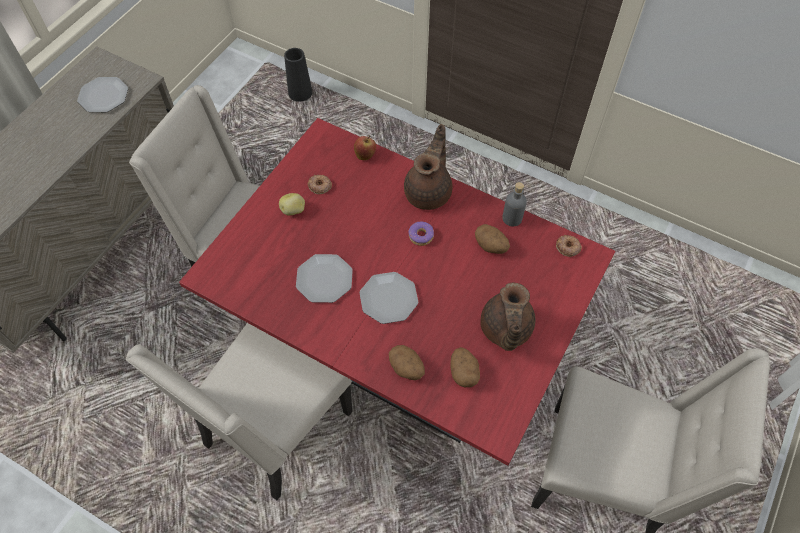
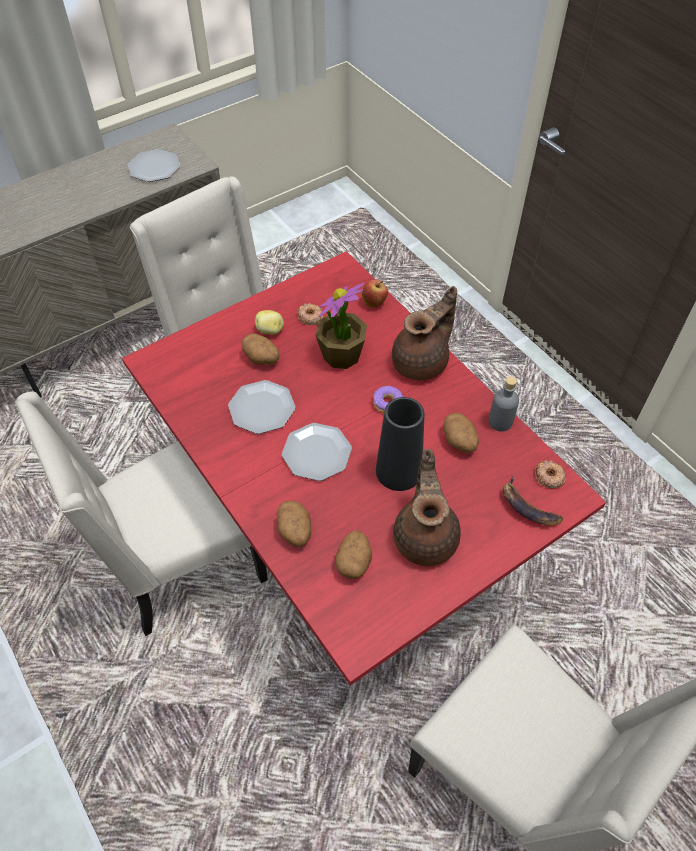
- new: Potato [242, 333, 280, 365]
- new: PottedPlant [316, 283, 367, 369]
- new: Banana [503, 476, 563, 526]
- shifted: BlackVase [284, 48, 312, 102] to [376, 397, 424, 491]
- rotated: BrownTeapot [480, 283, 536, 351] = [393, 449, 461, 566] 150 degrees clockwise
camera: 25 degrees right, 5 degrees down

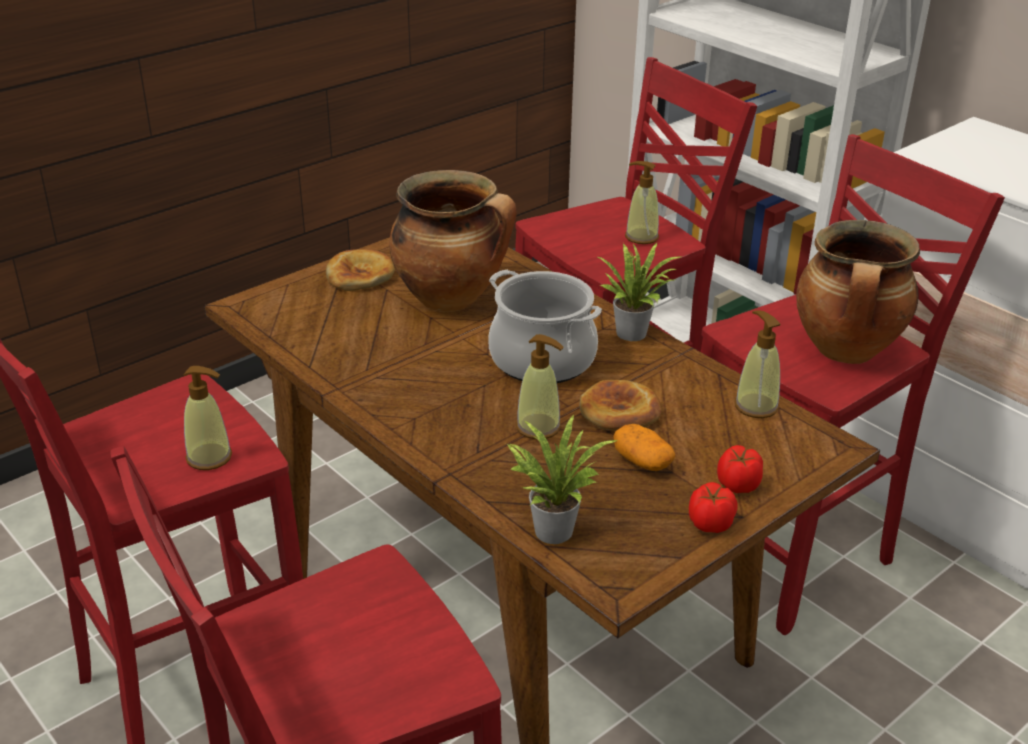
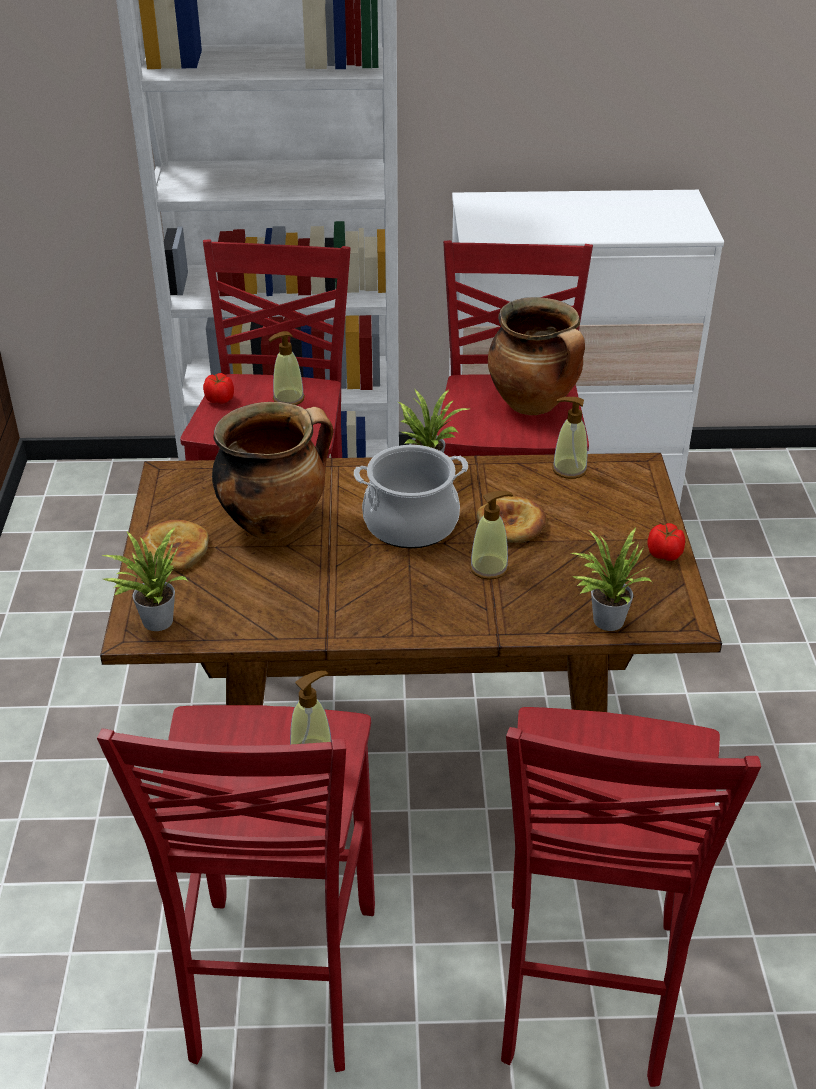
- gone: Potato [613, 424, 675, 471]
- new: PottedPlant [101, 527, 188, 631]
- shifted: Tomato [717, 445, 763, 493] to [203, 373, 234, 403]
camera: 50 degrees left, 5 degrees up

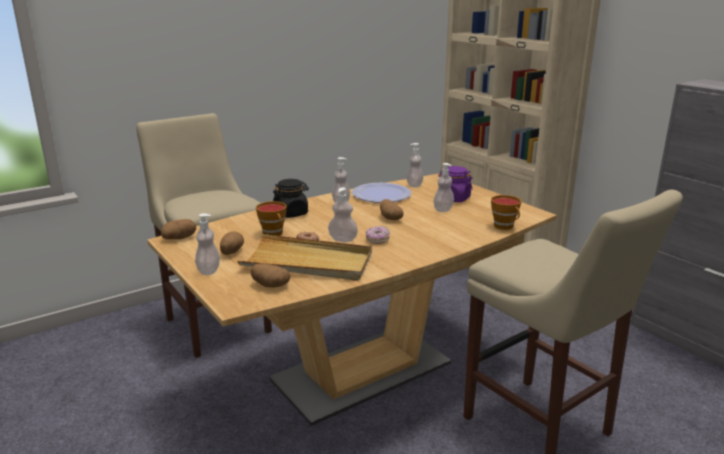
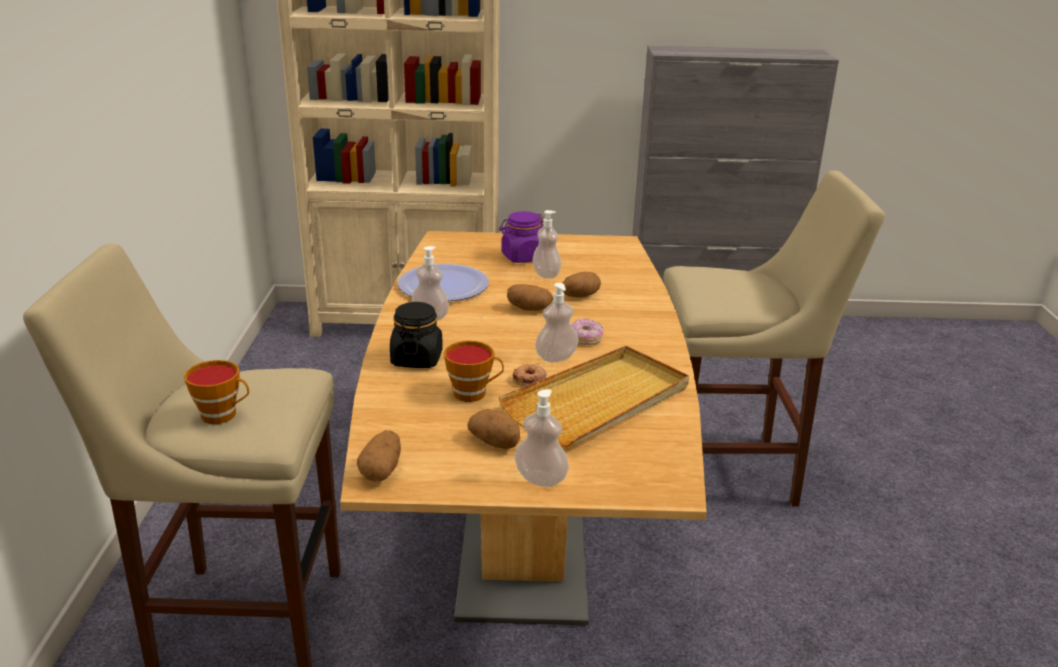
- gone: SoapDispenser [406, 143, 423, 187]
- shifted: Potato [251, 263, 290, 288] to [563, 272, 601, 298]
- shifted: Cup [491, 195, 521, 230] to [184, 360, 249, 424]
camera: 55 degrees left, 5 degrees up

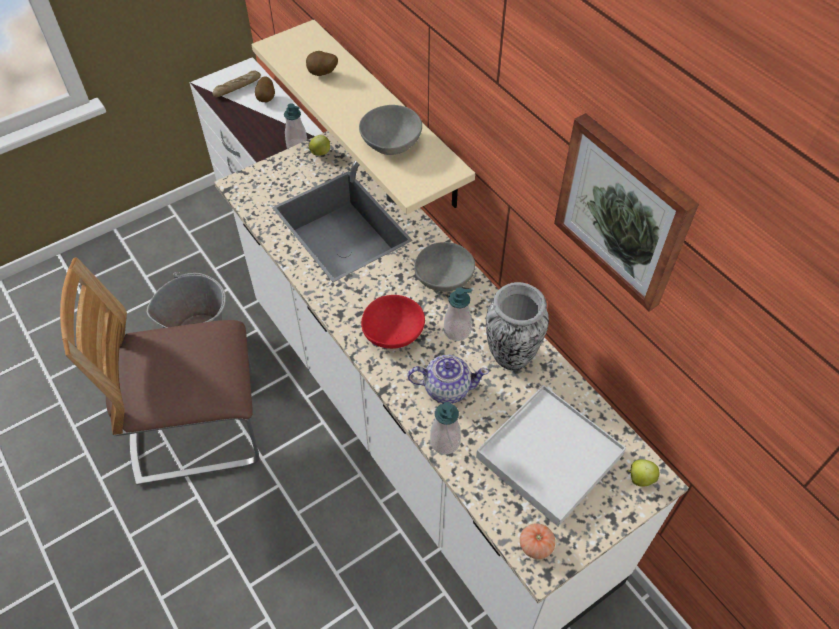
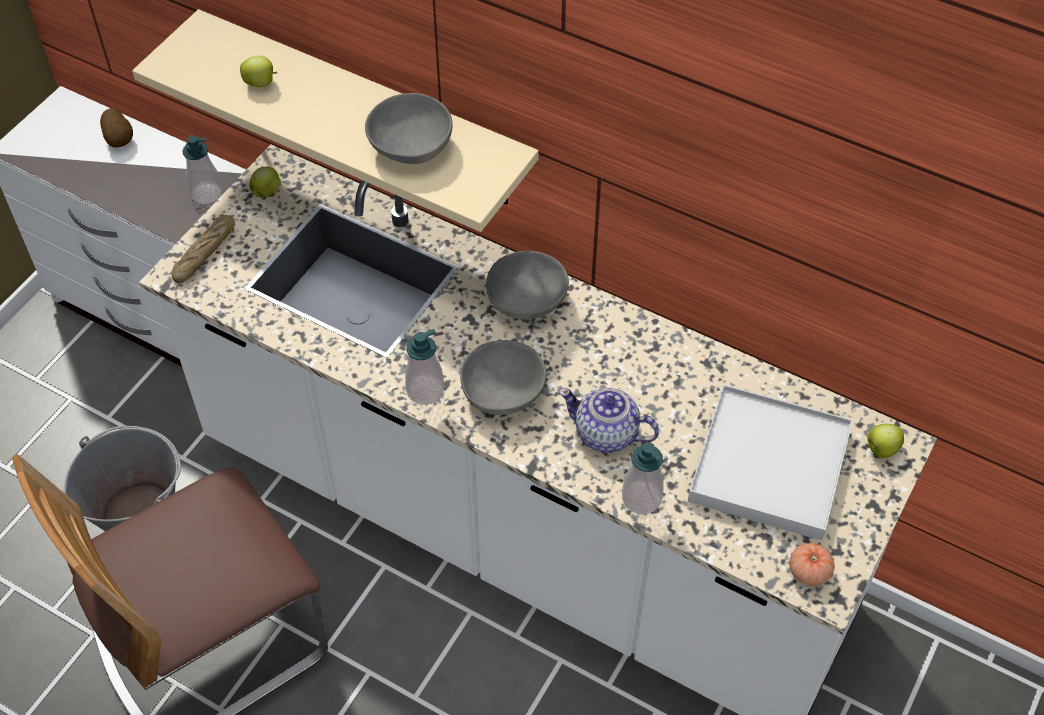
- gone: Vase [486, 282, 549, 371]
- gone: Picture [554, 113, 699, 311]
- shifted: Bread [212, 71, 261, 97] to [172, 215, 235, 283]
- shifted: SoapDispenser [444, 287, 472, 341] to [405, 329, 444, 405]
- swapped: Potato [306, 51, 338, 76] to Apple [240, 56, 277, 87]
- repainted: RedBowl [361, 295, 425, 349] to GreyBowl [460, 340, 546, 415]
- rotated: Teapot [408, 355, 489, 404] = [558, 388, 659, 453] 135 degrees counterclockwise
camera: 25 degrees left, 0 degrees up

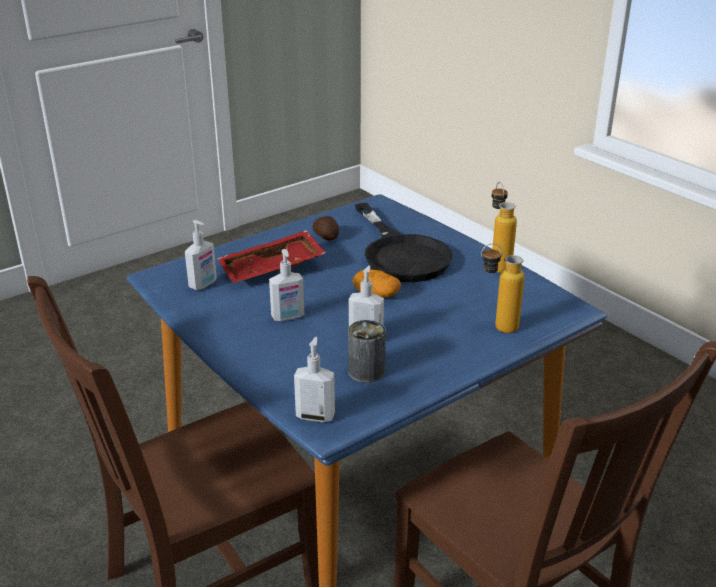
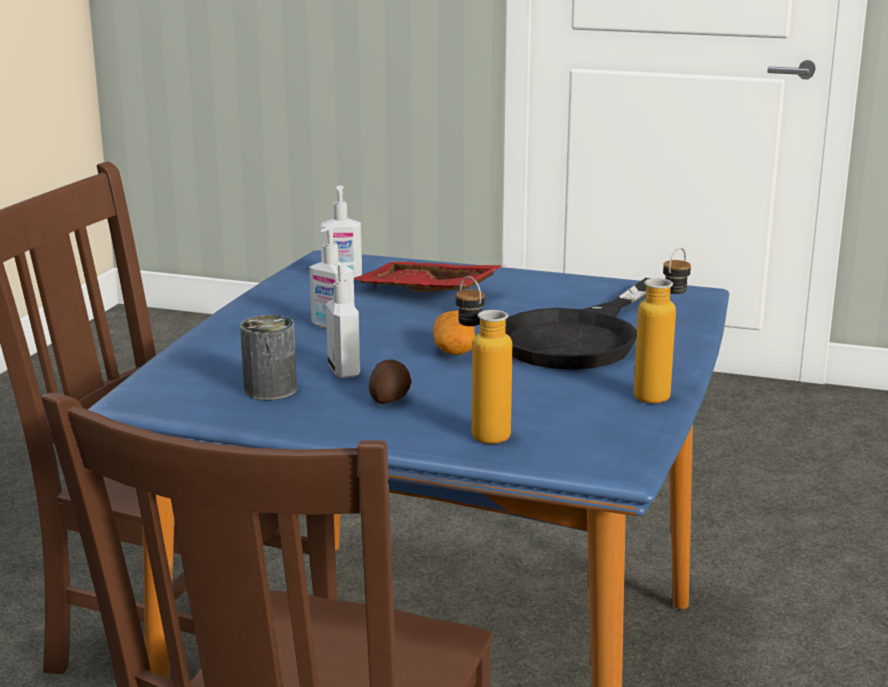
- gone: SoapDispenser [294, 337, 335, 422]
- shifted: Potato [312, 216, 339, 240] to [369, 359, 411, 404]
camera: 55 degrees right, 10 degrees down

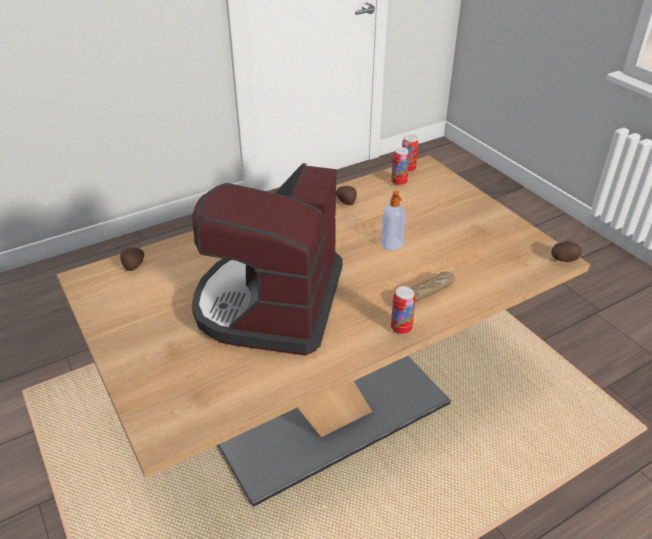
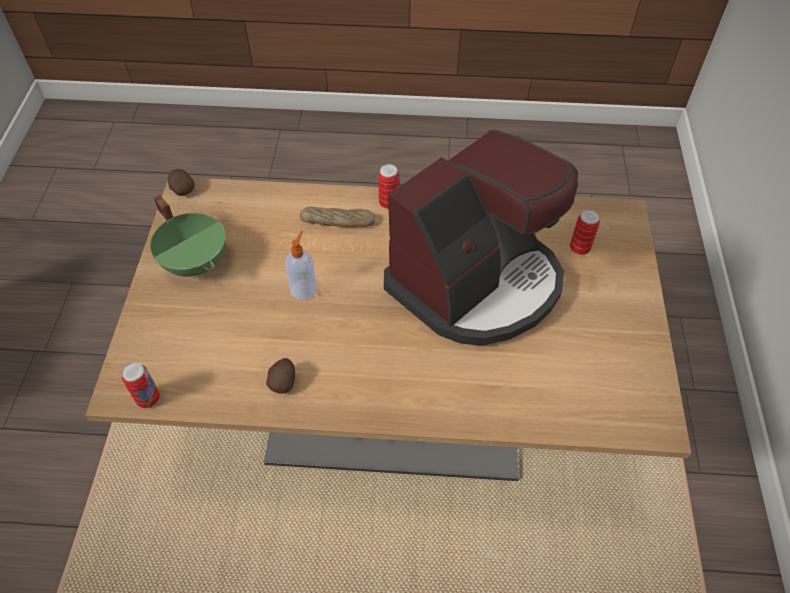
- gone: Potato [120, 247, 144, 271]
- new: GreenCookingPot [150, 195, 225, 277]
- shifted: Can [391, 147, 410, 186] to [570, 210, 600, 255]
camera: 145 degrees left, 15 degrees up

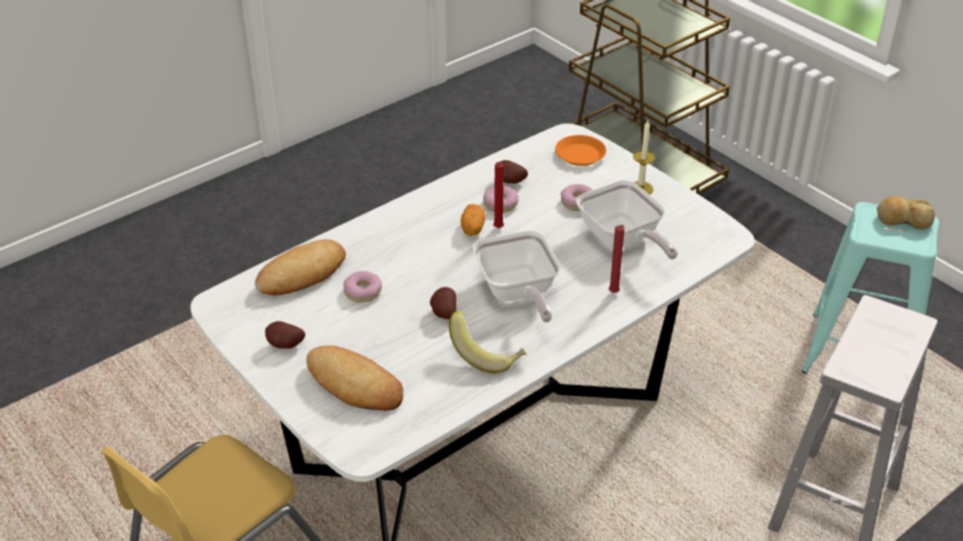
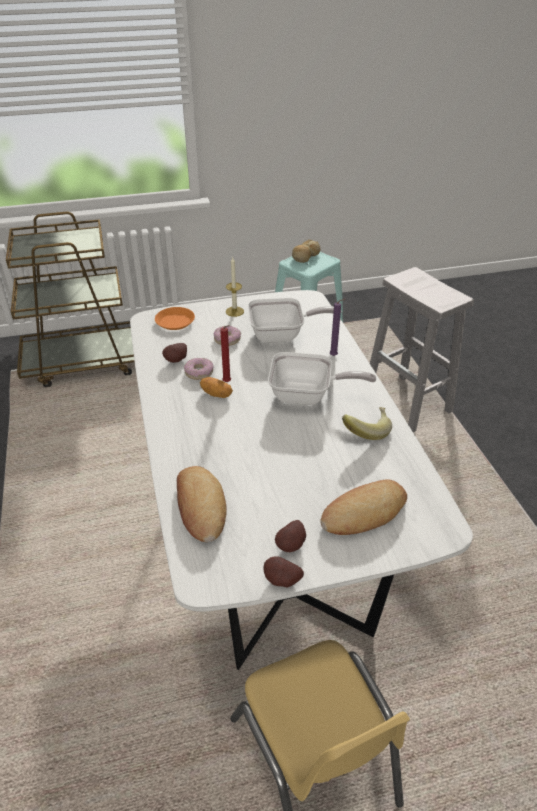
- gone: Donut [343, 271, 382, 302]
- shifted: Potato [430, 287, 456, 319] to [263, 556, 304, 587]
- repainted: RedCandle [609, 225, 625, 293] to PurpleCandle [330, 299, 345, 356]
camera: 65 degrees left, 0 degrees up

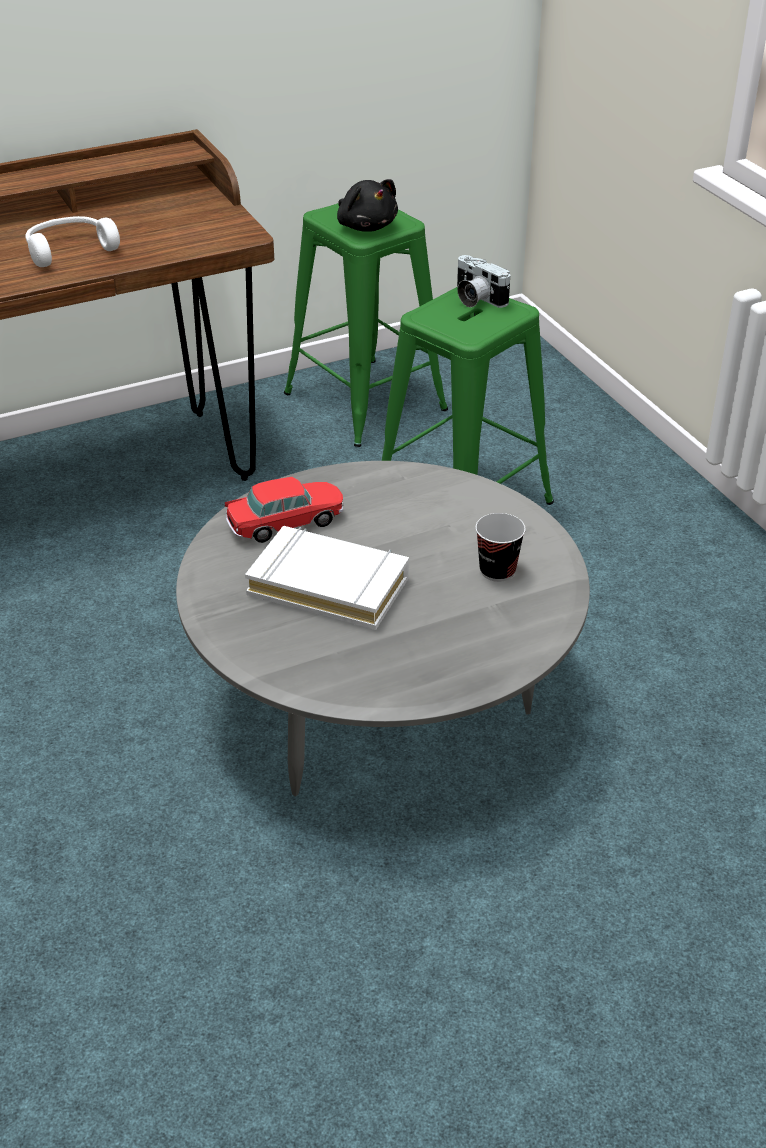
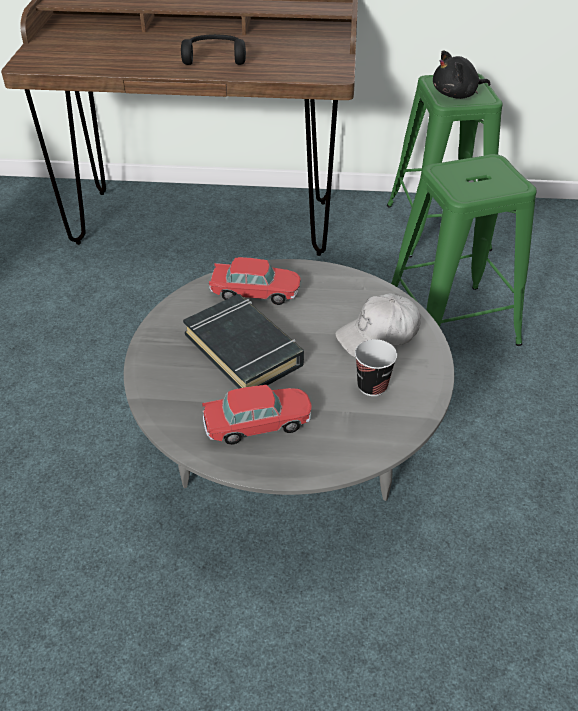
- gone: PhotoCamera [457, 255, 510, 308]
- new: ToyCar [202, 385, 312, 445]
- new: WhiteCap [335, 293, 421, 357]
- repainted: WhiteHeadphones [25, 216, 120, 267] to BlackHeadphones [181, 34, 246, 65]
- repainted: WhiteBook [245, 526, 409, 630] to BlackBook [183, 294, 304, 389]
- rotated: BlackPlushToy [337, 179, 398, 232] = [433, 50, 490, 99] 75 degrees clockwise
camera: 30 degrees right, 5 degrees up

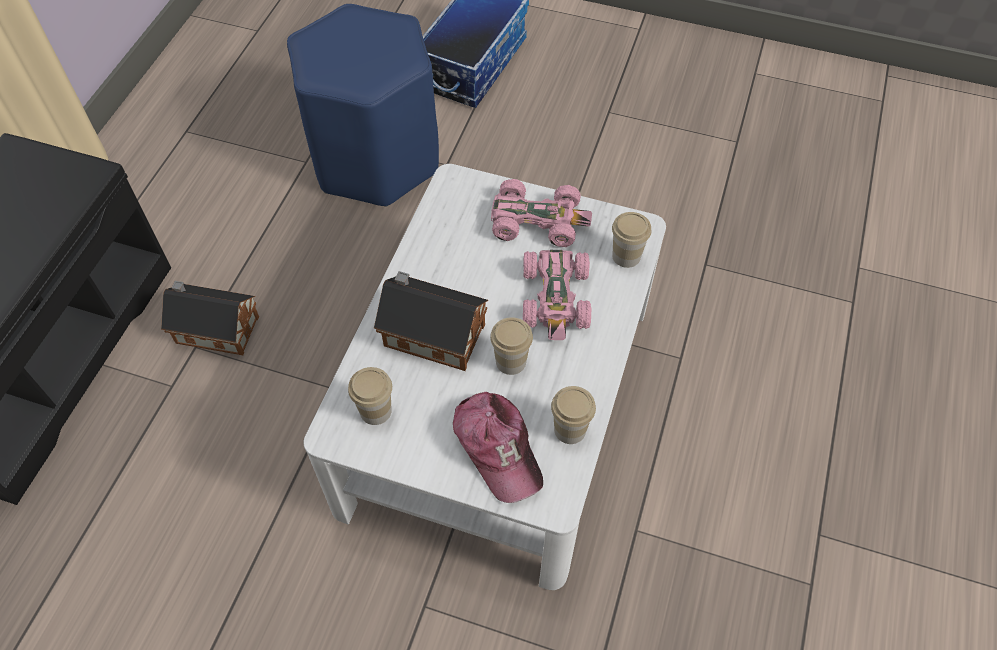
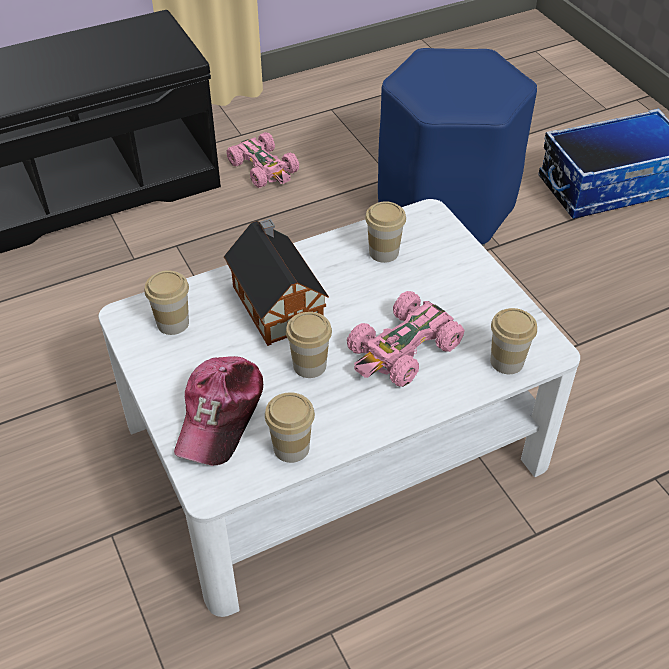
- gone: ToyHouse [161, 281, 259, 355]
- new: Cup [365, 201, 406, 263]
- shifted: PinkToyCar [491, 179, 592, 247] to [227, 132, 299, 188]
camera: 45 degrees right, 10 degrees down

